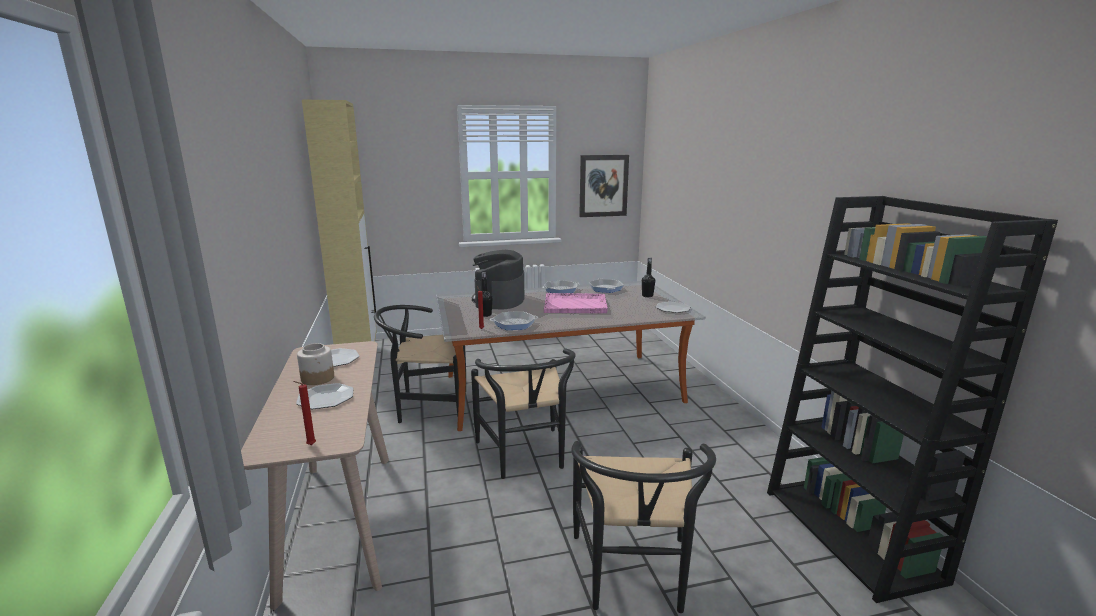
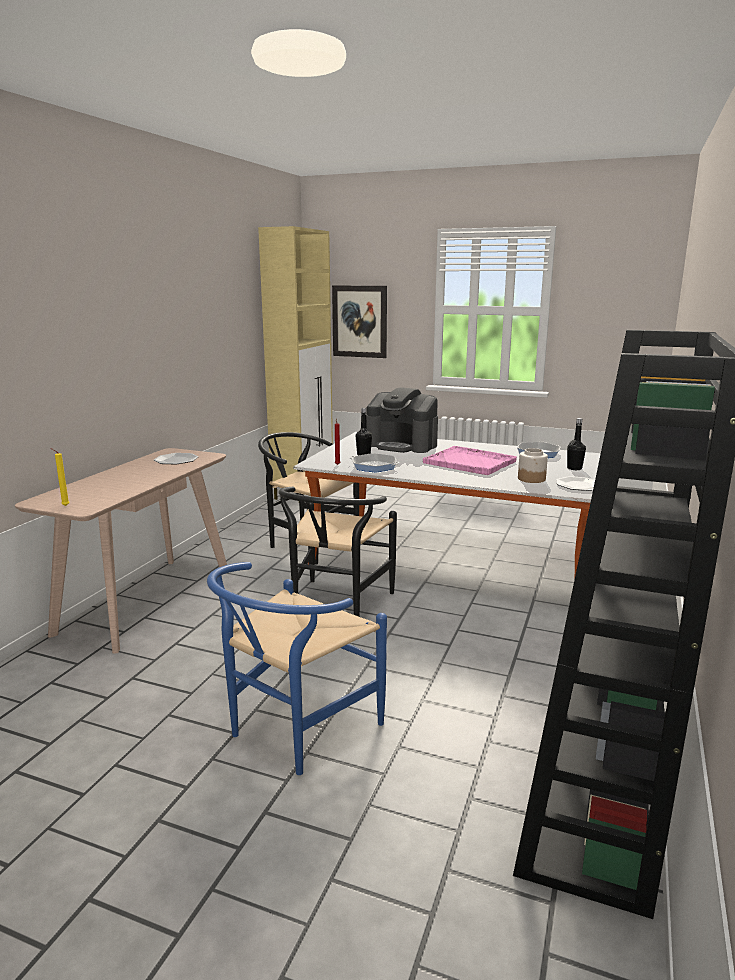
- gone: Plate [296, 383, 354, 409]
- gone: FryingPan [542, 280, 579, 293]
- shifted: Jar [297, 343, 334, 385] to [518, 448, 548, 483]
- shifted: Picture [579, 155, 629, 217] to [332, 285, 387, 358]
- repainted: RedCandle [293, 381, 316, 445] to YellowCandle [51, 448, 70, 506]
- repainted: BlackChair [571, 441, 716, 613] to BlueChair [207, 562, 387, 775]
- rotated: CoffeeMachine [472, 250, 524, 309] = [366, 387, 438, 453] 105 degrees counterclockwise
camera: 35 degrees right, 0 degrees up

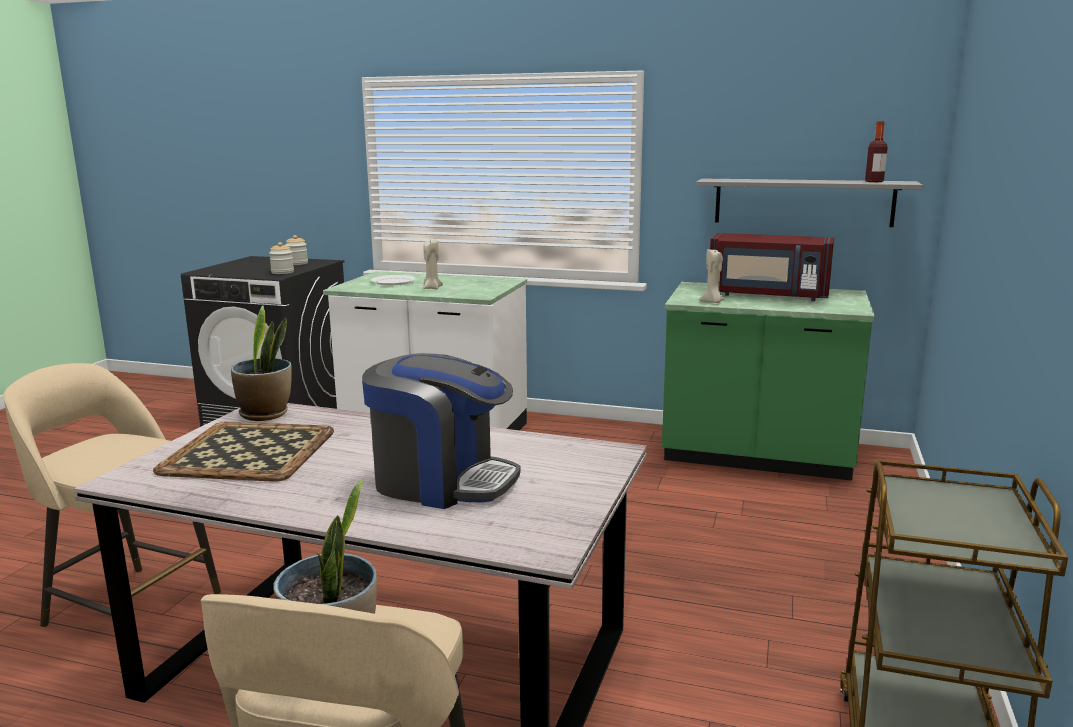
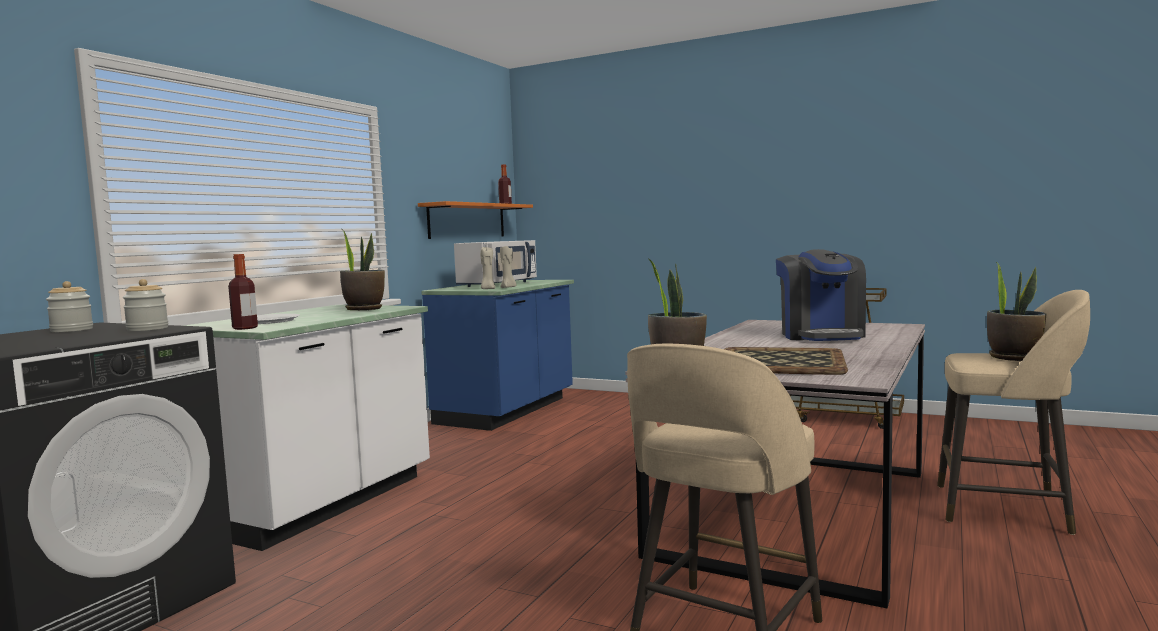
- new: Bottle [228, 254, 258, 330]
- new: PottedPlant [340, 229, 385, 310]
- shifted: BeigeCandle [423, 239, 443, 290] to [480, 246, 495, 289]
- repainted: GreenCounter [662, 282, 875, 481] to BlueCounter [421, 280, 574, 431]
- repainted: GreyShelf [696, 179, 923, 227] to OrangeShelf [418, 201, 533, 239]
- repainted: RedMicrowave [710, 233, 834, 301] to WhiteMicrowave [454, 240, 537, 287]
- rotated: CoffeeMachine [362, 353, 520, 509] = [776, 249, 866, 341] 150 degrees clockwise
camera: 80 degrees left, 10 degrees down

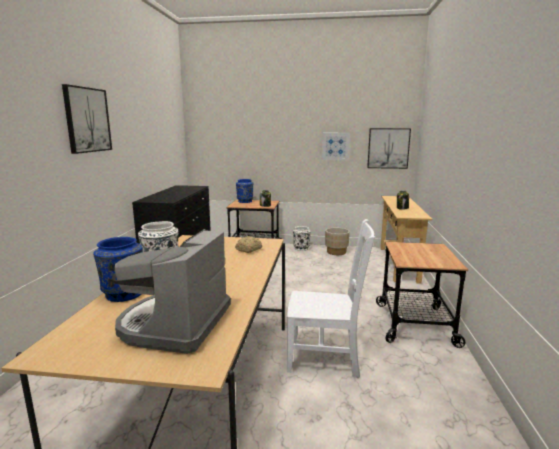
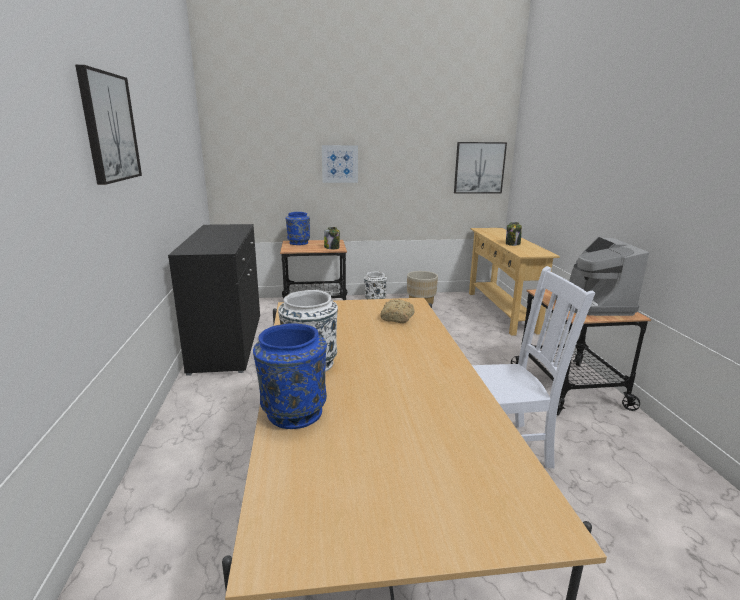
- shifted: CoffeeMachine [112, 229, 231, 354] to [556, 237, 649, 316]
- shifted: Picture [322, 133, 350, 160] to [322, 145, 358, 183]
camera: 15 degrees left, 5 degrees up

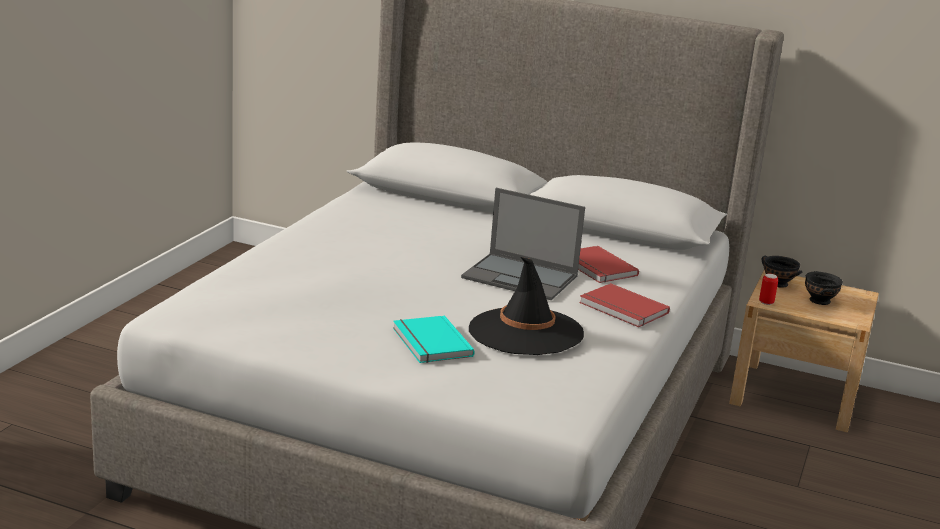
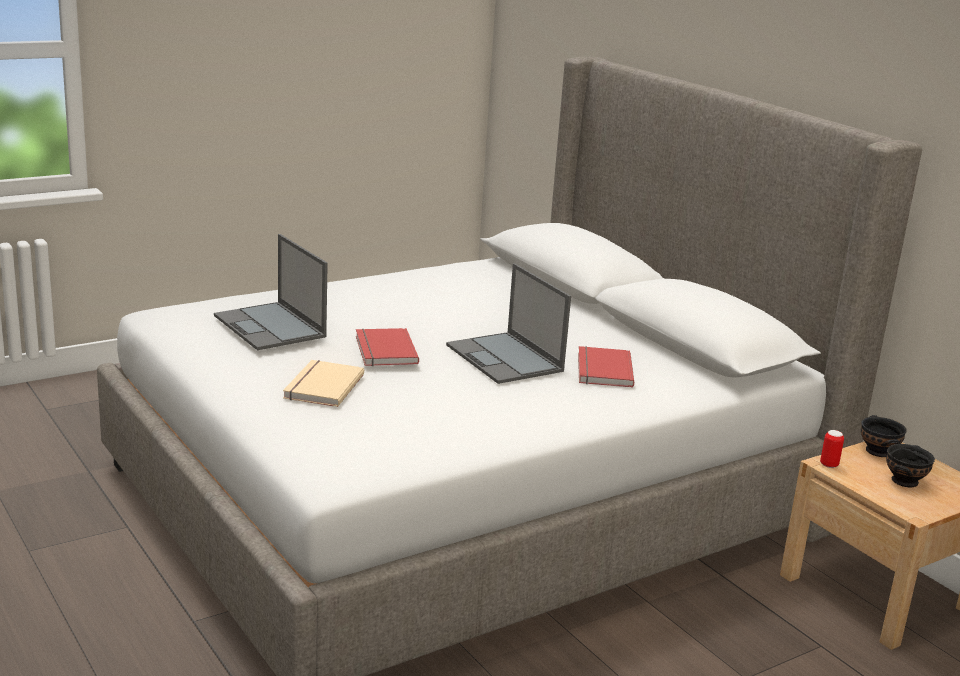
- gone: BlackHat [469, 257, 584, 355]
- new: Laptop [214, 234, 328, 350]
- shifted: RedBook [579, 283, 670, 327] to [356, 328, 419, 366]
- repainted: TurquoiseBook [393, 316, 475, 363] to BeigeBook [283, 360, 364, 407]
camera: 35 degrees right, 0 degrees up

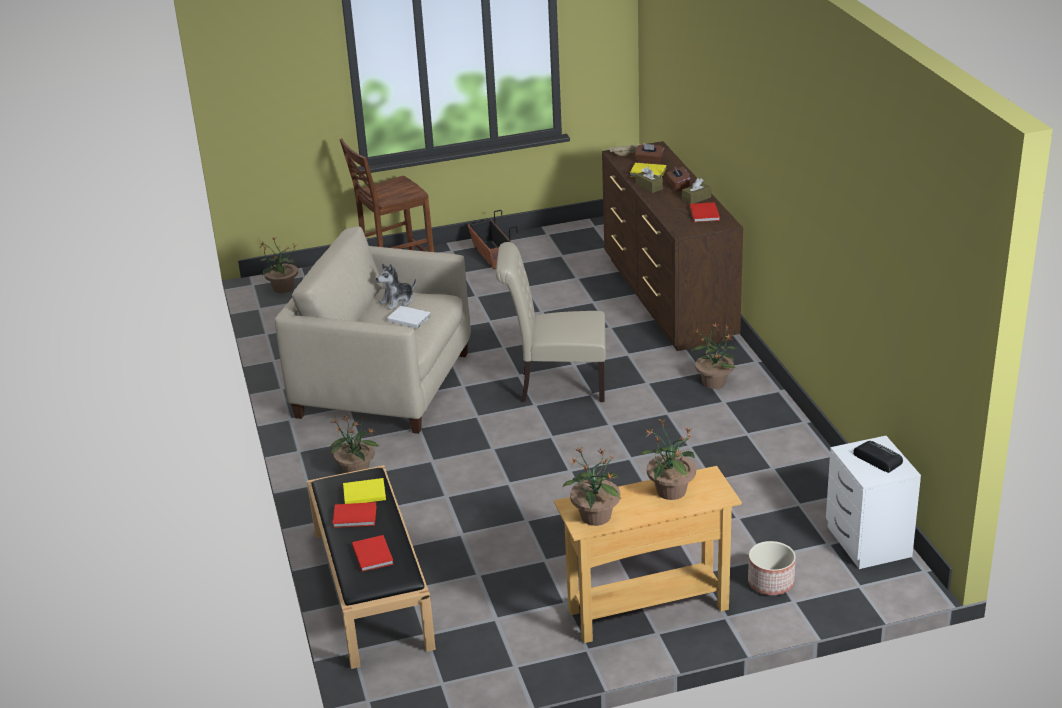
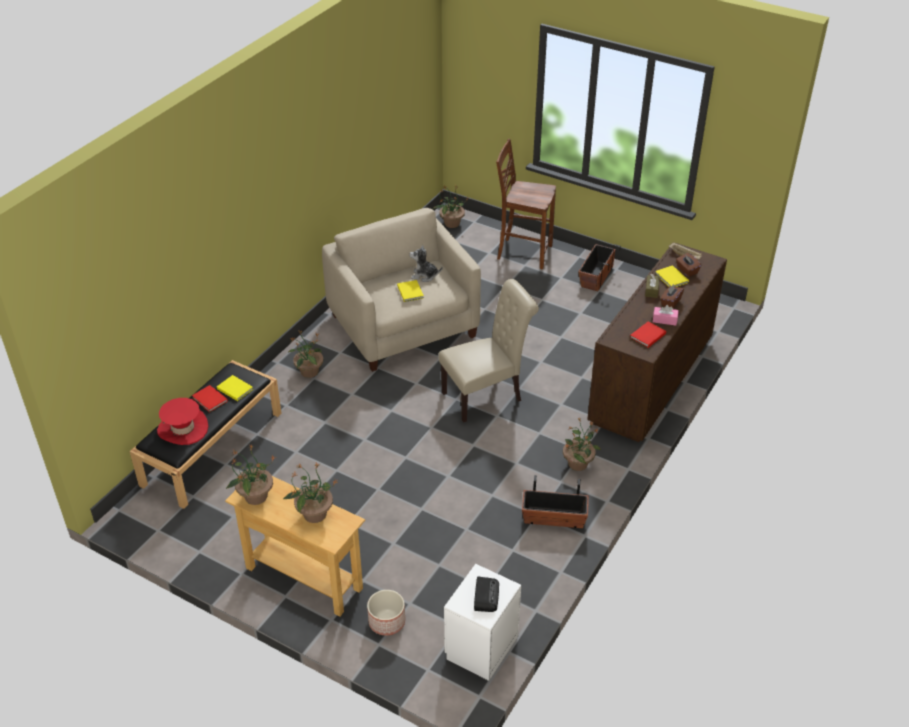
- new: Planter [522, 475, 589, 528]
- swapped: RedBook [352, 535, 394, 572] to RedHat [157, 398, 208, 445]
- repainted: WhiteBook [387, 306, 431, 328] to YellowBook [397, 280, 424, 302]
- repainted: BrownTissueBox [682, 178, 711, 204] to PinkTissueBox [653, 305, 679, 326]
- rotated: BeigeChair [496, 242, 606, 402] = [438, 279, 539, 423] 105 degrees clockwise
camera: 45 degrees right, 10 degrees up

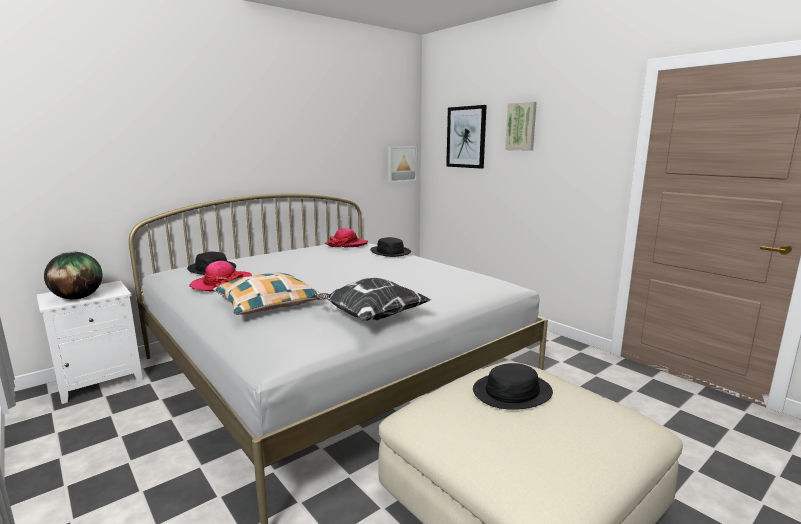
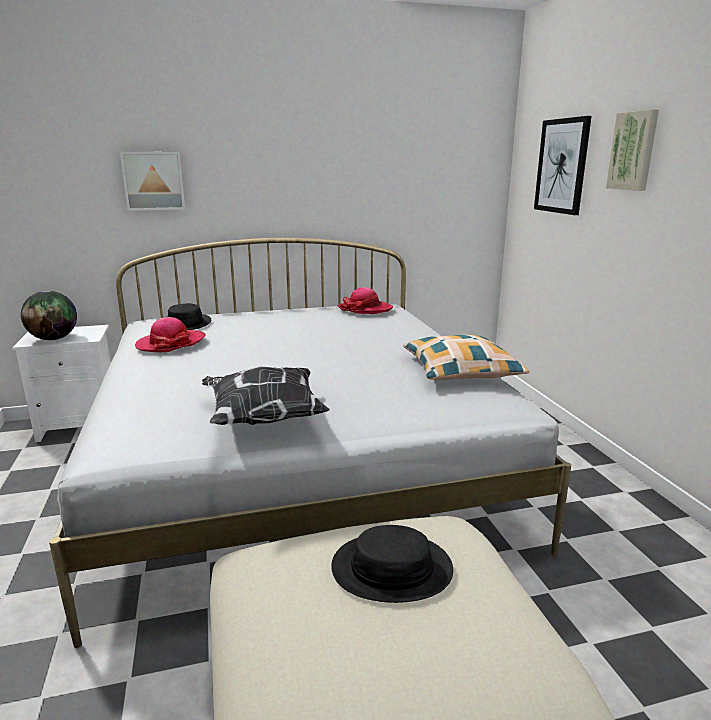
- gone: BlackHat [370, 237, 411, 257]
- shifted: Pillow [213, 273, 323, 315] to [403, 335, 530, 380]
- shifted: Picture [388, 147, 417, 182] to [120, 152, 185, 211]
camera: 25 degrees right, 5 degrees up

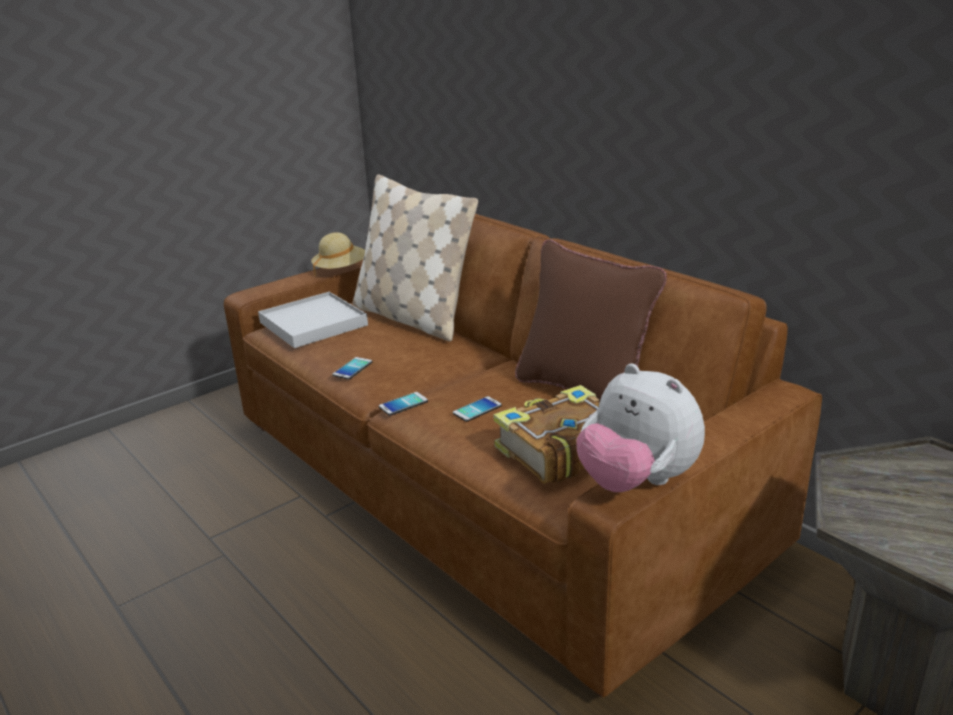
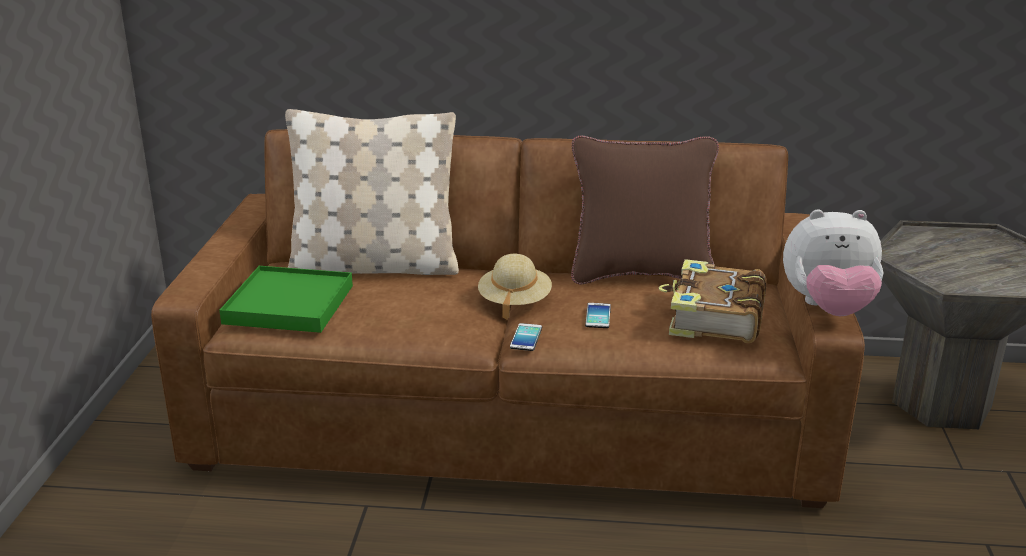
- gone: Phone [333, 357, 372, 380]
- shifted: BeigeHat [311, 232, 365, 276] to [478, 254, 552, 319]
- repainted: WhiteTray [258, 292, 368, 348] to GreenTray [219, 266, 353, 333]
camera: 45 degrees left, 0 degrees up

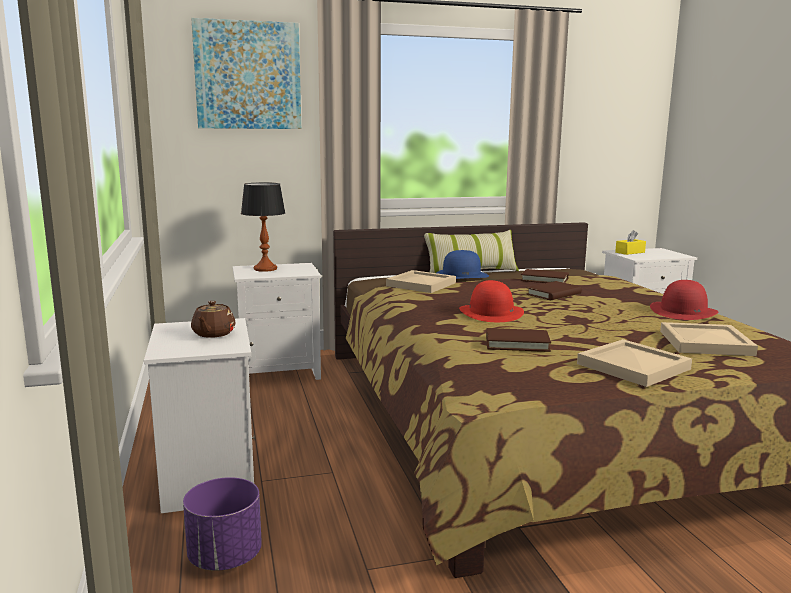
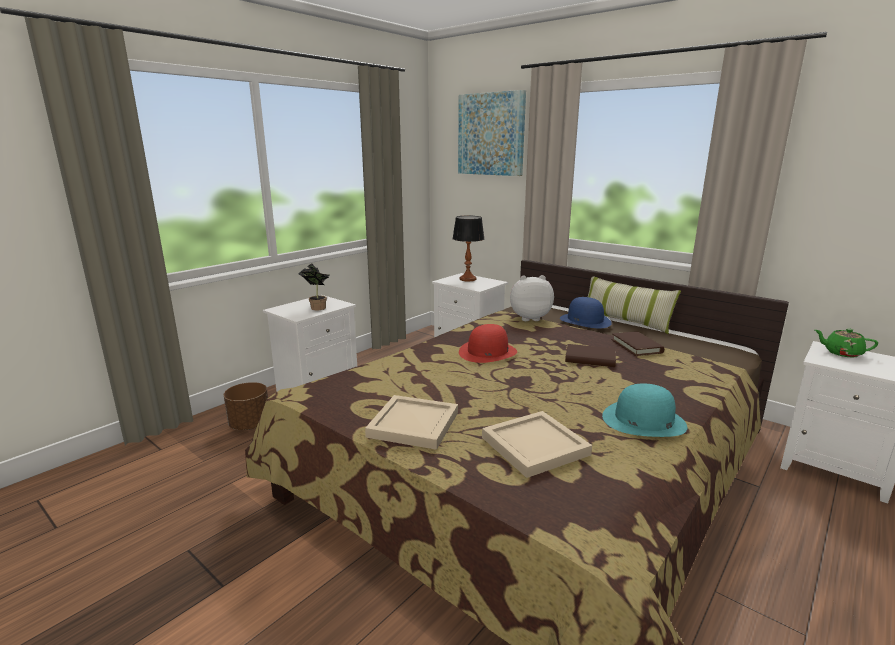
- gone: BrownBook [486, 328, 551, 352]
- swapped: BrownTeapot [191, 301, 236, 338] to PottedPlant [298, 264, 330, 310]
- swapped: BeigeTray [386, 270, 456, 293] to PlushToy [510, 275, 554, 321]
- swapped: YellowTissueBox [615, 230, 646, 255] to GreenTeapot [815, 328, 878, 358]
- repainted: PurplePlanter [183, 477, 262, 571] to BrownPlanter [224, 382, 268, 430]
- repainted: RedHat [650, 280, 718, 320] to TurquoiseHat [602, 384, 687, 437]
camera: 55 degrees right, 5 degrees up

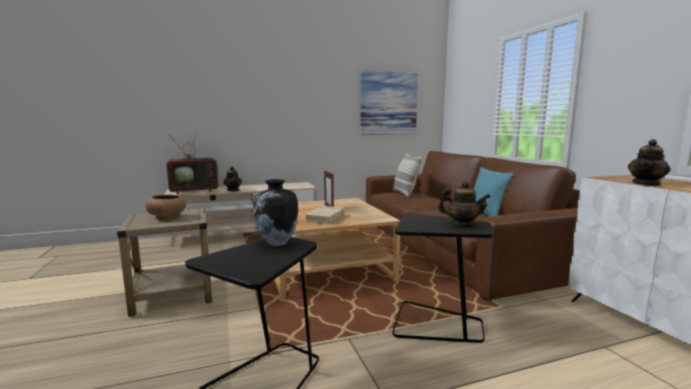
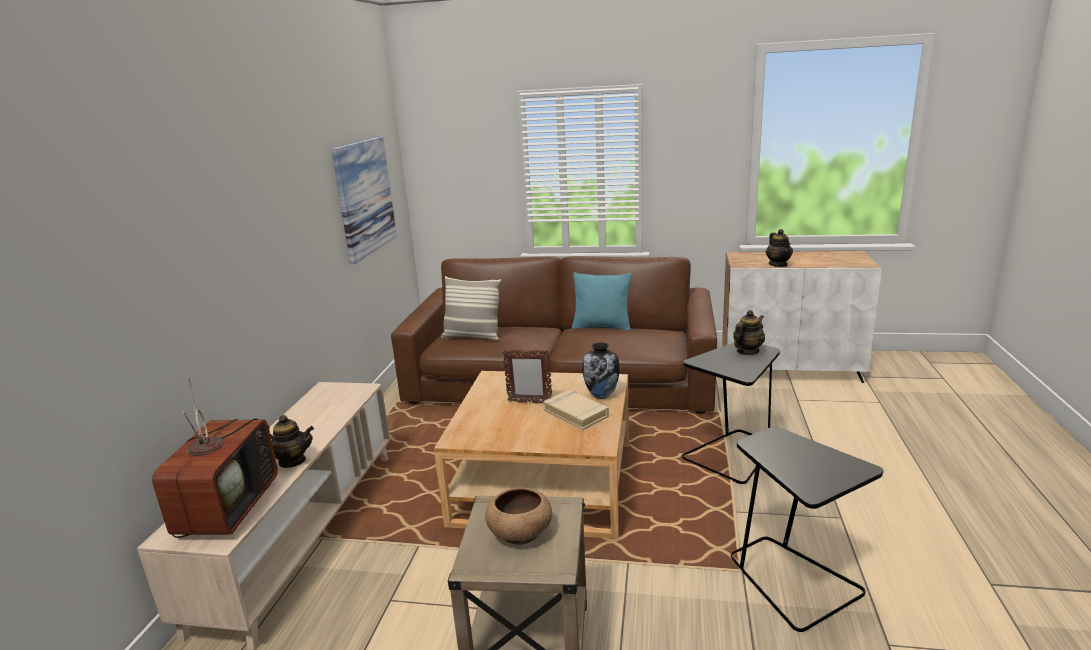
- shifted: Vase [254, 179, 298, 246] to [582, 342, 619, 399]
camera: 60 degrees left, 10 degrees up

